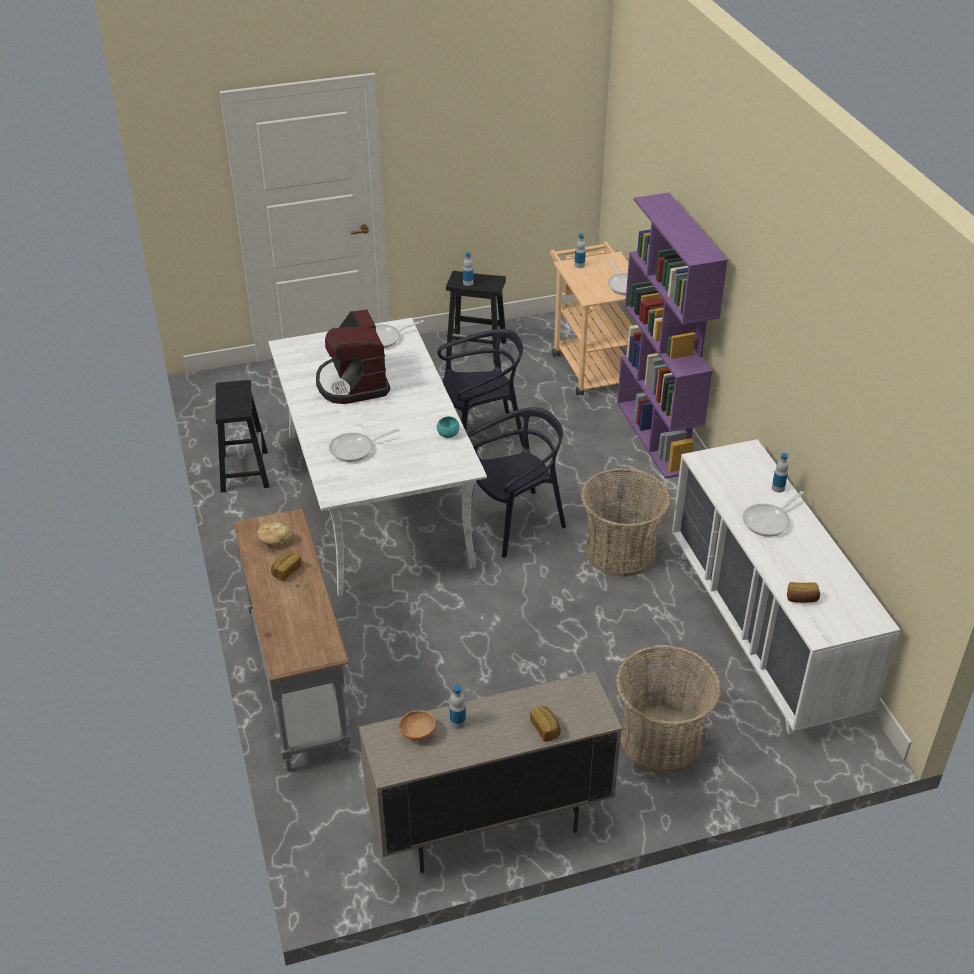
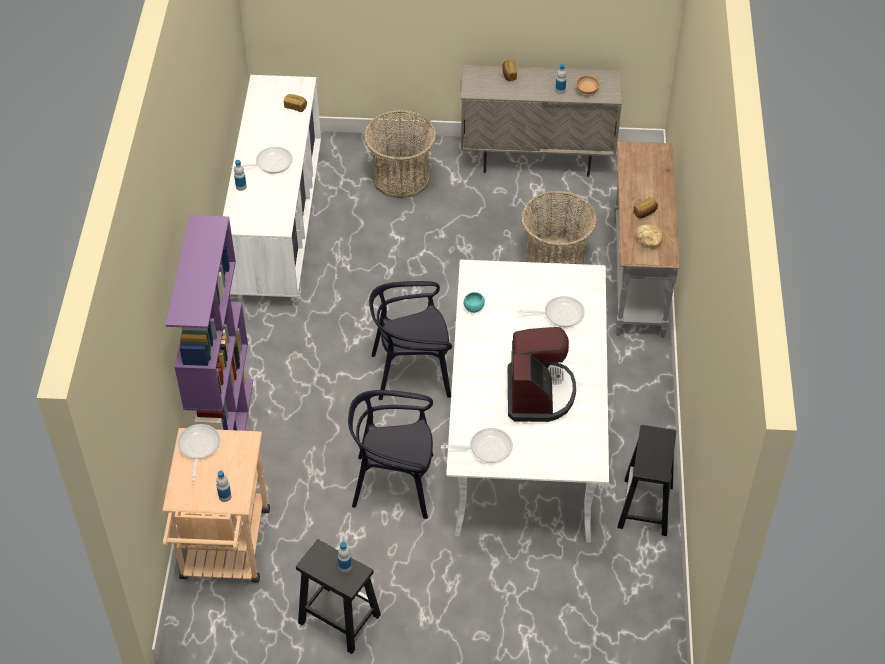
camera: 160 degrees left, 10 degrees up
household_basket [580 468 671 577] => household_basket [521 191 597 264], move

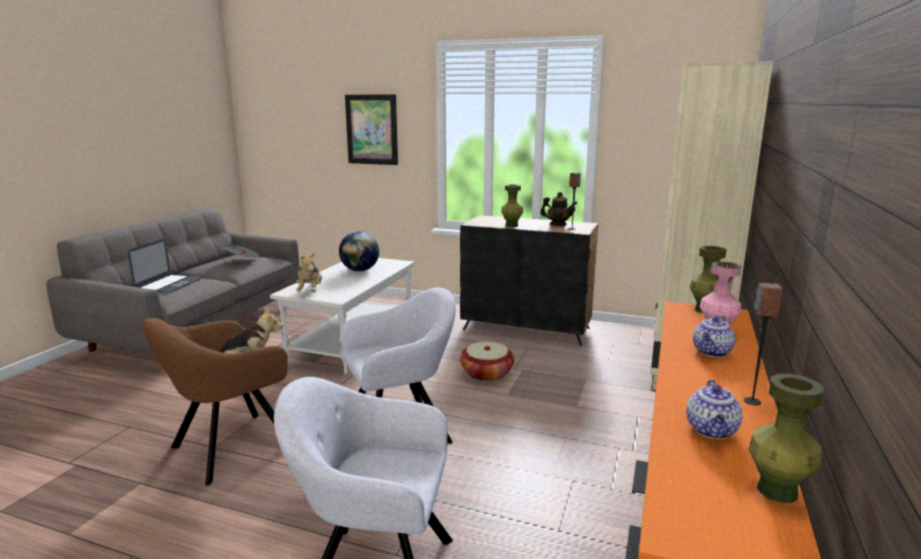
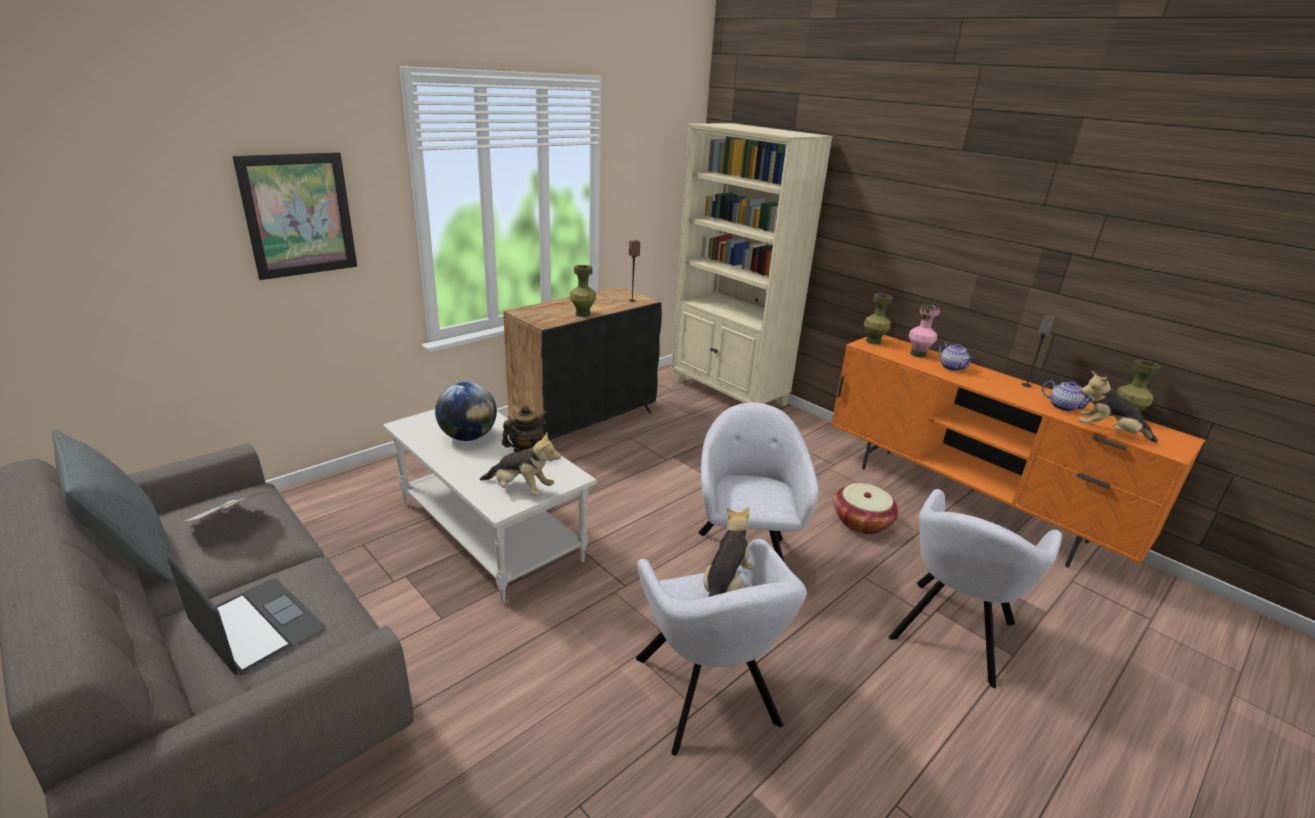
camera: 65 degrees left, 10 degrees up
tea_pot [540 192 578 226] => tea_pot [502 405 548 452], move
brown_easy_chair [142 318 288 486] => grey_easy_chair [636 539 807 756]
household_basket [460 342 514 382] => household_basket [833 483 899 534], move
nothing => cuddly_toy [1078 371 1157 442]
nothing => grey_cushion [52 429 175 582]

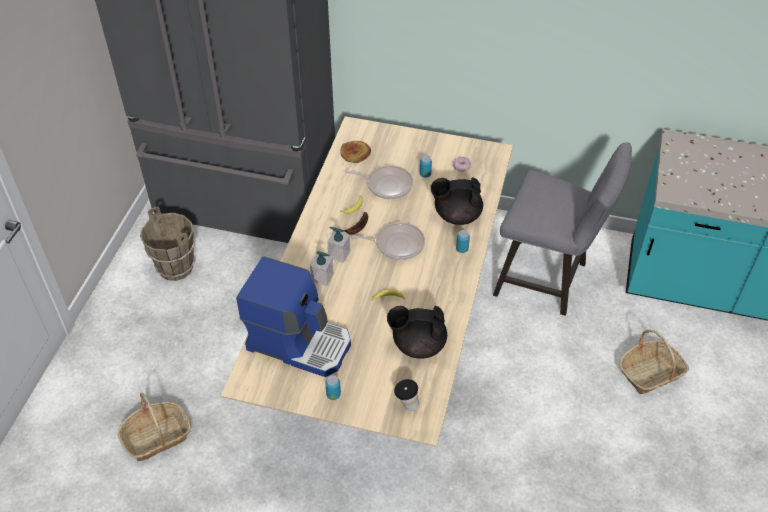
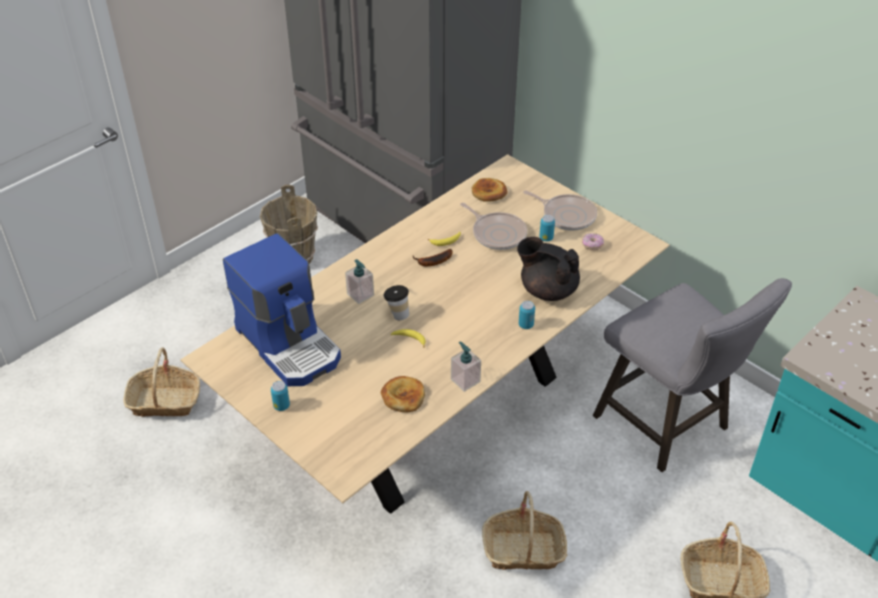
camera: 30 degrees right, 5 degrees down
frying_pan [351 222 425 260] => frying_pan [523 190 597 231], move
liquid_soap_bottle [327 227 350 263] => liquid_soap_bottle [451 342 481 392], move
black-coloured_tea_pot [387 306 447 358] => baked_bread [381 376 425 413]
small_cup [394 379 419 411] => small_cup [383 285 409 320], move
nothing => household_basket [482 491 567 570]

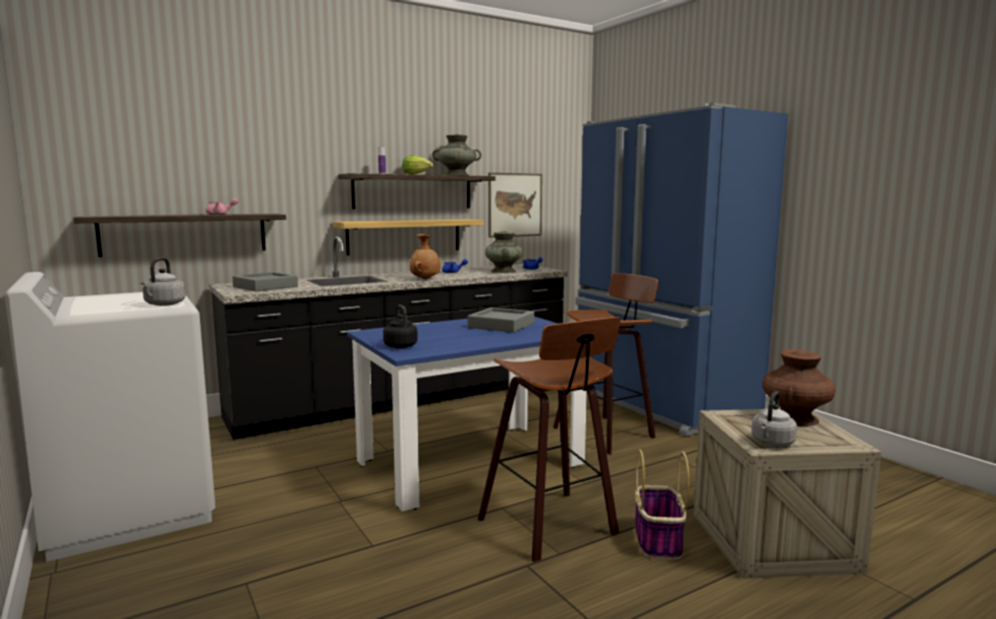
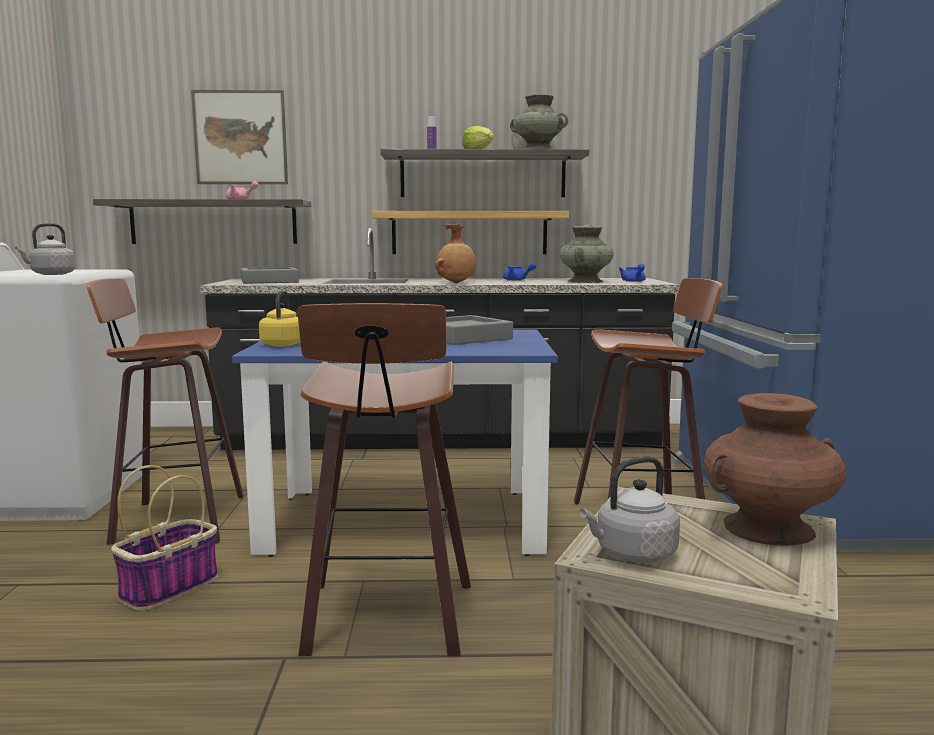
camera: 30 degrees right, 0 degrees up
picture [488 173 542 238] => picture [191 90 288 184], move
black-coloured_tea_kettle [383 305 418 348] => yellowish_tea_kettle [259 291 300 347]
household_basket [635 449 689 560] => household_basket [111 465 218 611], move
nothing => sitting_stool [86 278 244 545]

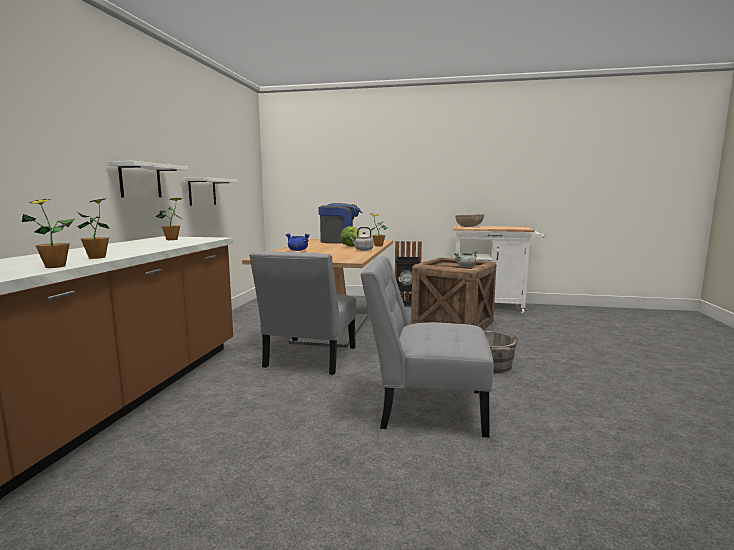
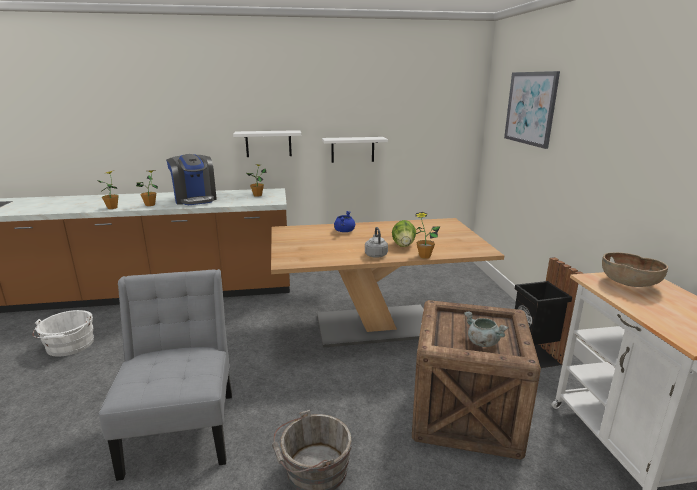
camera: 70 degrees right, 10 degrees up
coffee_maker [318 203 363 244] => coffee_maker [166 154 217 205], move
grey_plain_chair [249 251 356 375] => nothing
nothing => picture [504 71 560 149]
nothing => white_bucket [32 310 94 357]

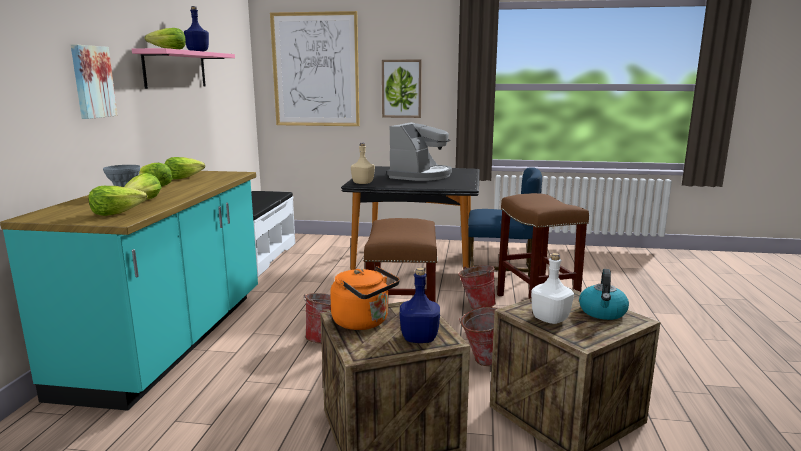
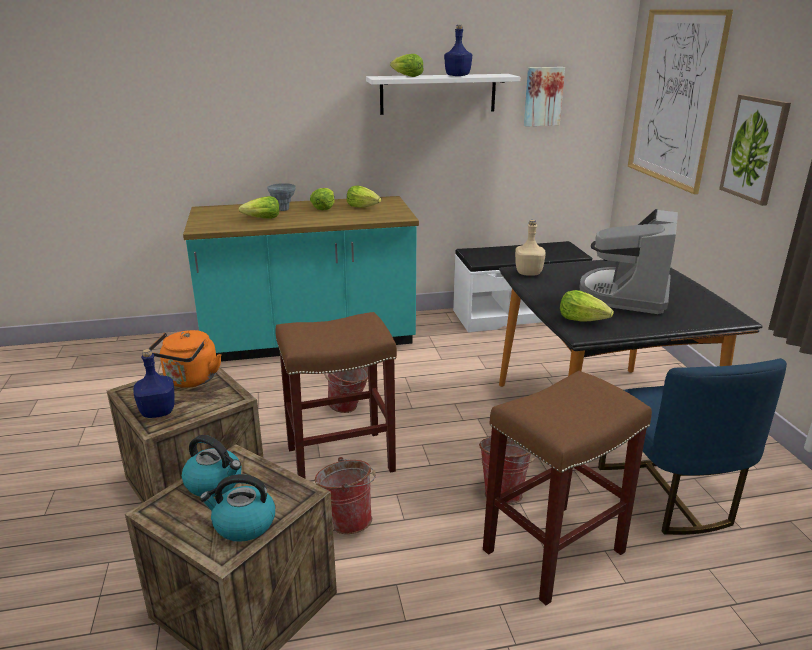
camera: 70 degrees right, 10 degrees up
picture [71 44 118 119] => picture [524 67 565 126], move
pink-coloured_shelf [132 48 235 89] => white_shelf [366 74 520 115]
coffee_maker [387 122 452 181] => coffee_maker [579 209 678 314], 105 degrees clockwise
lettuce [88 186 147 216] => lettuce [560 290 614 322], move
white_drink_bottle [531 253 574 324] => tea_kettle [182 435 241 497]

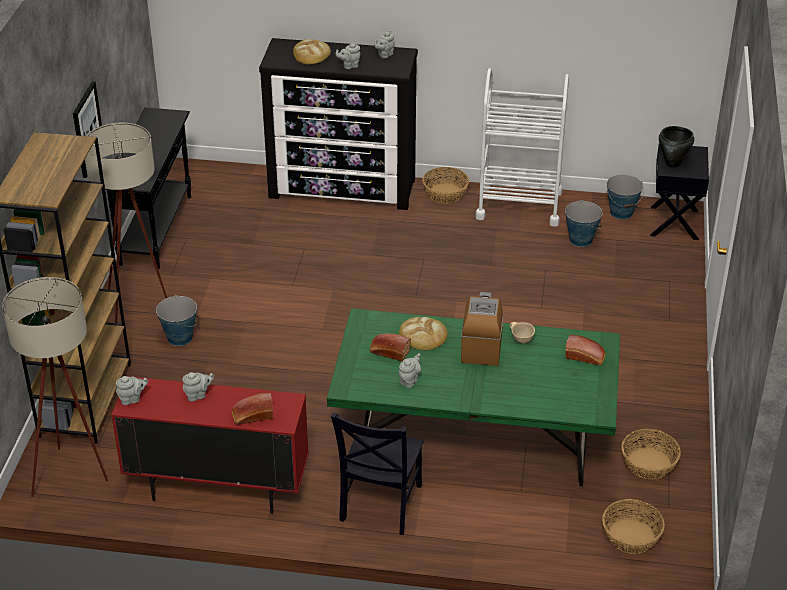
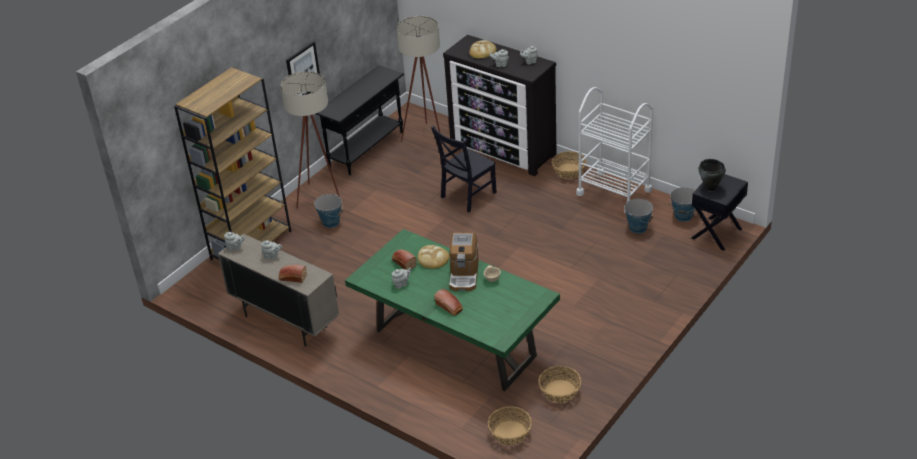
camera: 30 degrees right, 0 degrees up
beige_standard_lamp [2 277 108 497] => beige_standard_lamp [396 16 442 143], move
coffee_maker [461 292 503 366] => coffee_maker [449 233 479 291], 150 degrees clockwise
baked_bread [565 335 606 365] => baked_bread [434 289 463 316], move
reddish_storage_cabinet [111 376 309 514] => beige_storage_cabinet [218 233 339 347]
black-coloured_plain_chair [331 412 424 535] => black-coloured_plain_chair [431 126 497 212], move

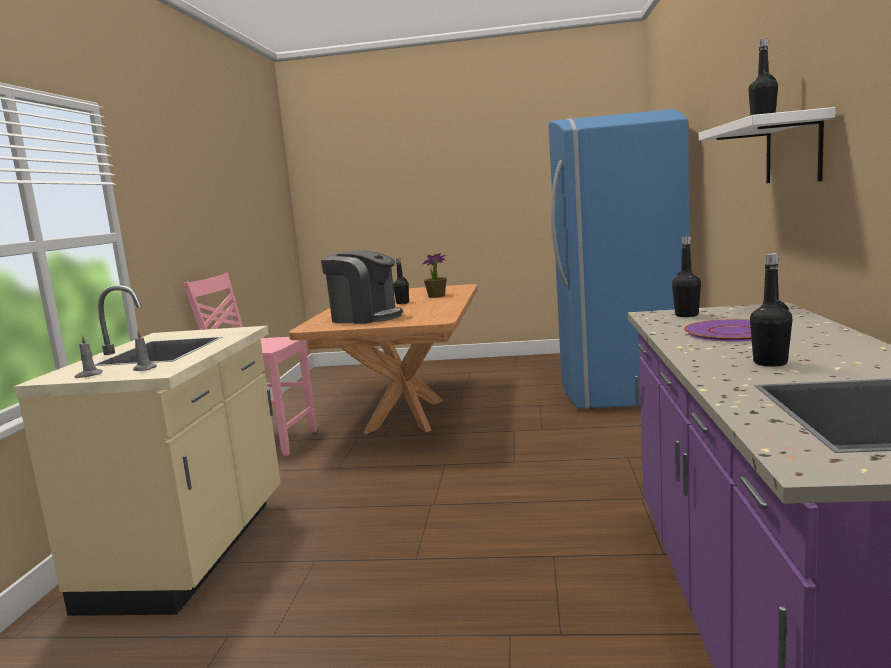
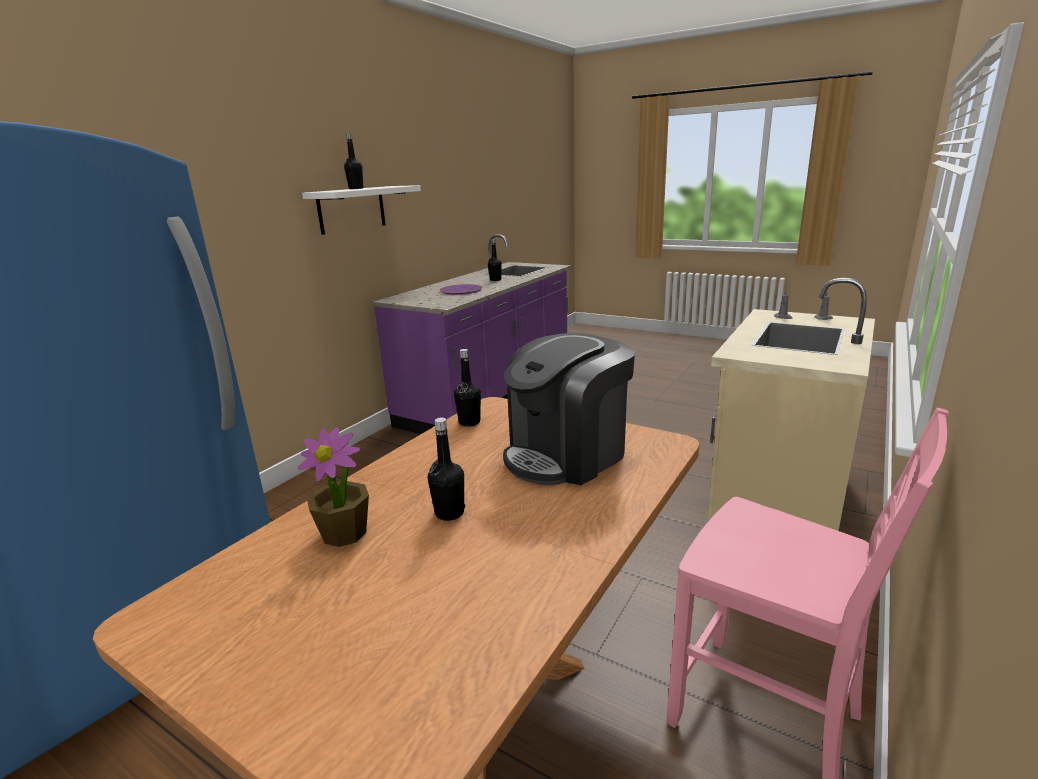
camera: 155 degrees left, 10 degrees up
black-coloured_drink_bottle [672 236 701 317] => black-coloured_drink_bottle [454 349 481 426], move
coffee_maker [321 251 403 324] => coffee_maker [503 333 635 485], 90 degrees counterclockwise

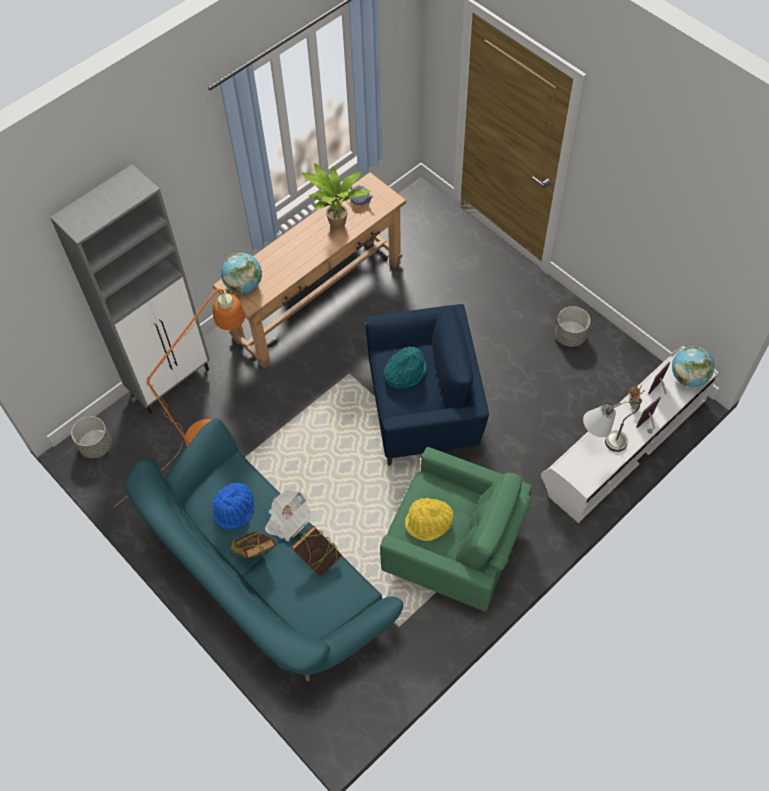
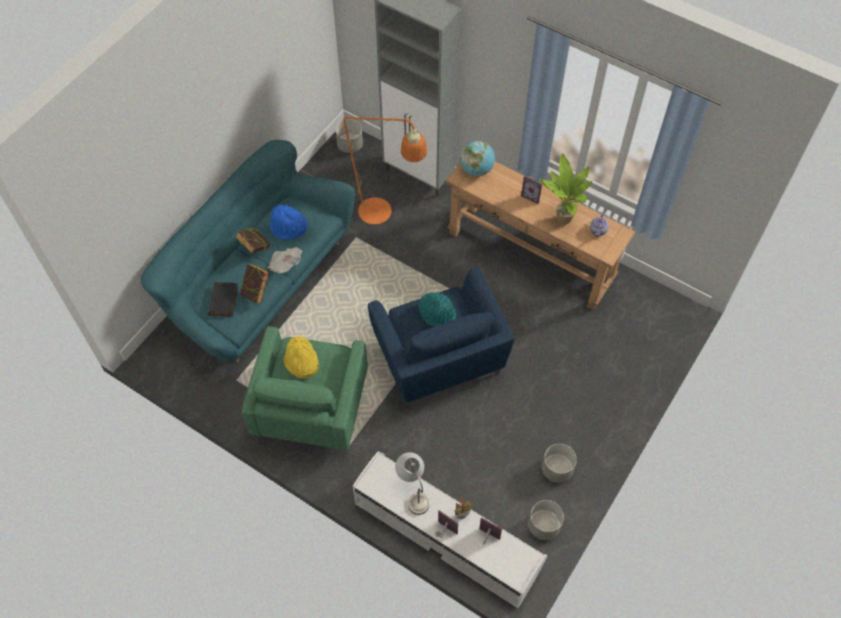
camera: 75 degrees right, 0 degrees up
desk_globe [672 346 714 387] => nothing
nothing => photo_frame [521 176 542 204]
nothing => black-coloured_volume [208 282 238 316]
nothing => grey_planter [528 500 564 540]

